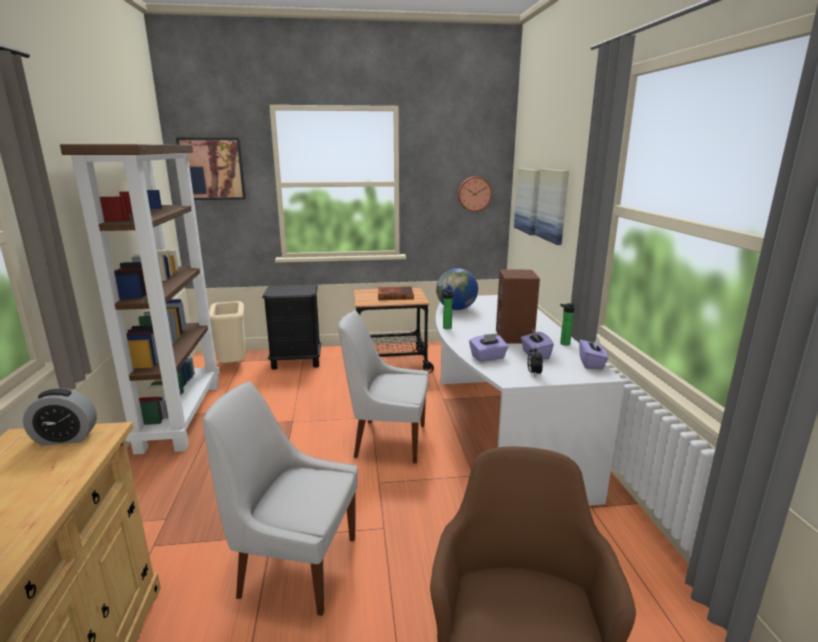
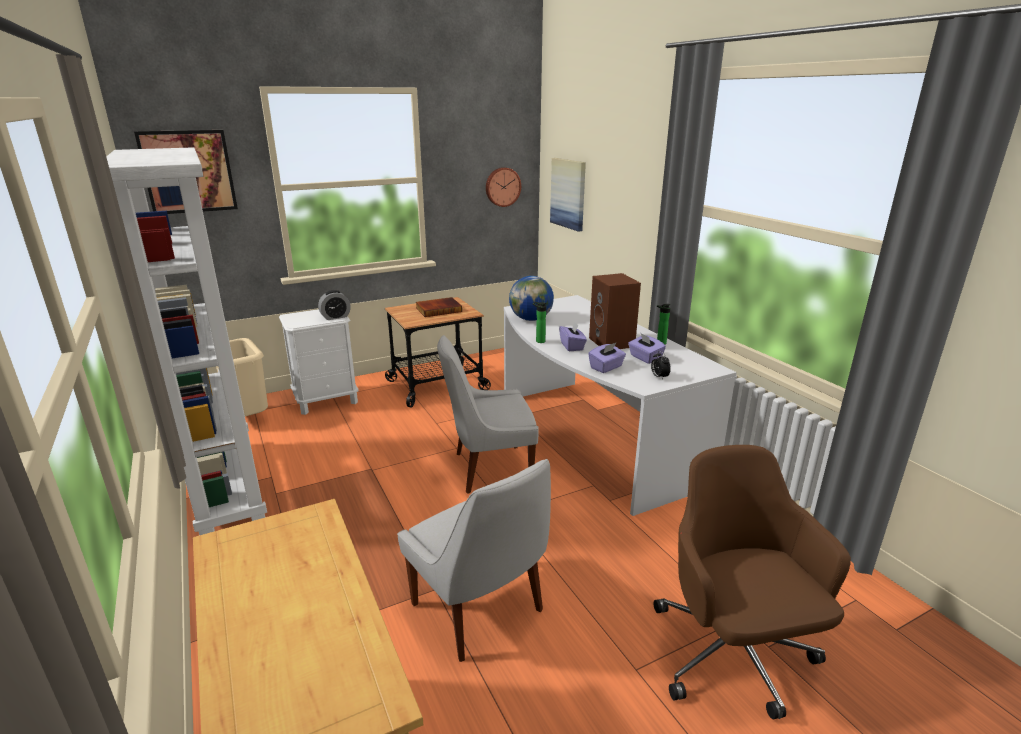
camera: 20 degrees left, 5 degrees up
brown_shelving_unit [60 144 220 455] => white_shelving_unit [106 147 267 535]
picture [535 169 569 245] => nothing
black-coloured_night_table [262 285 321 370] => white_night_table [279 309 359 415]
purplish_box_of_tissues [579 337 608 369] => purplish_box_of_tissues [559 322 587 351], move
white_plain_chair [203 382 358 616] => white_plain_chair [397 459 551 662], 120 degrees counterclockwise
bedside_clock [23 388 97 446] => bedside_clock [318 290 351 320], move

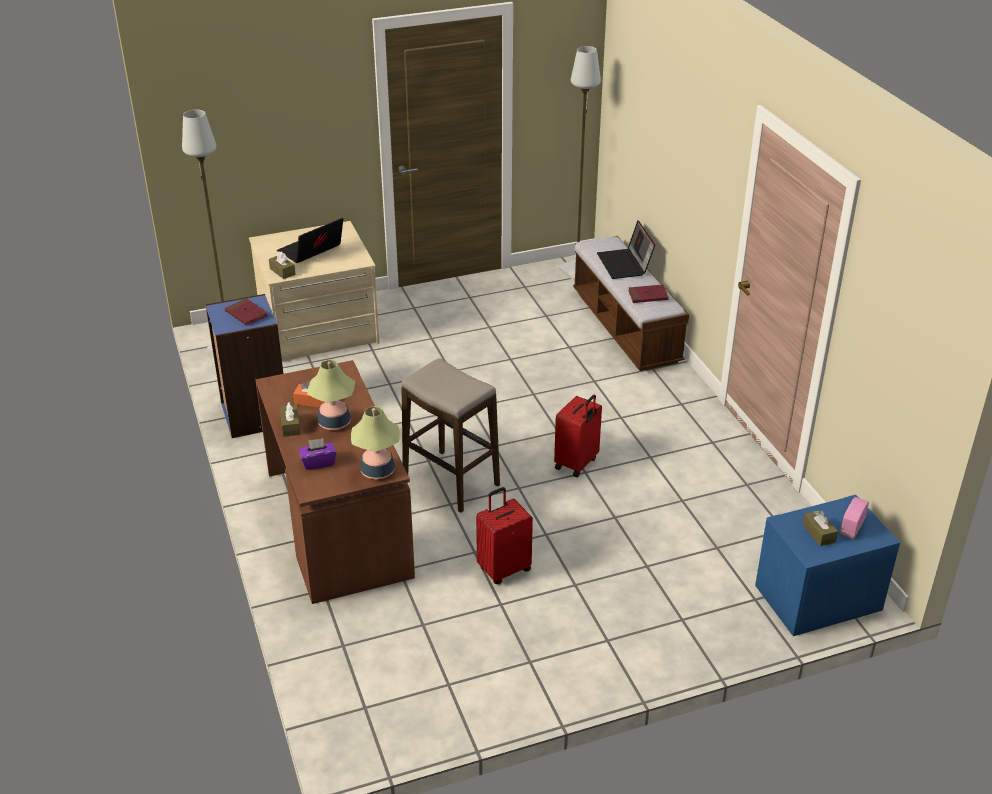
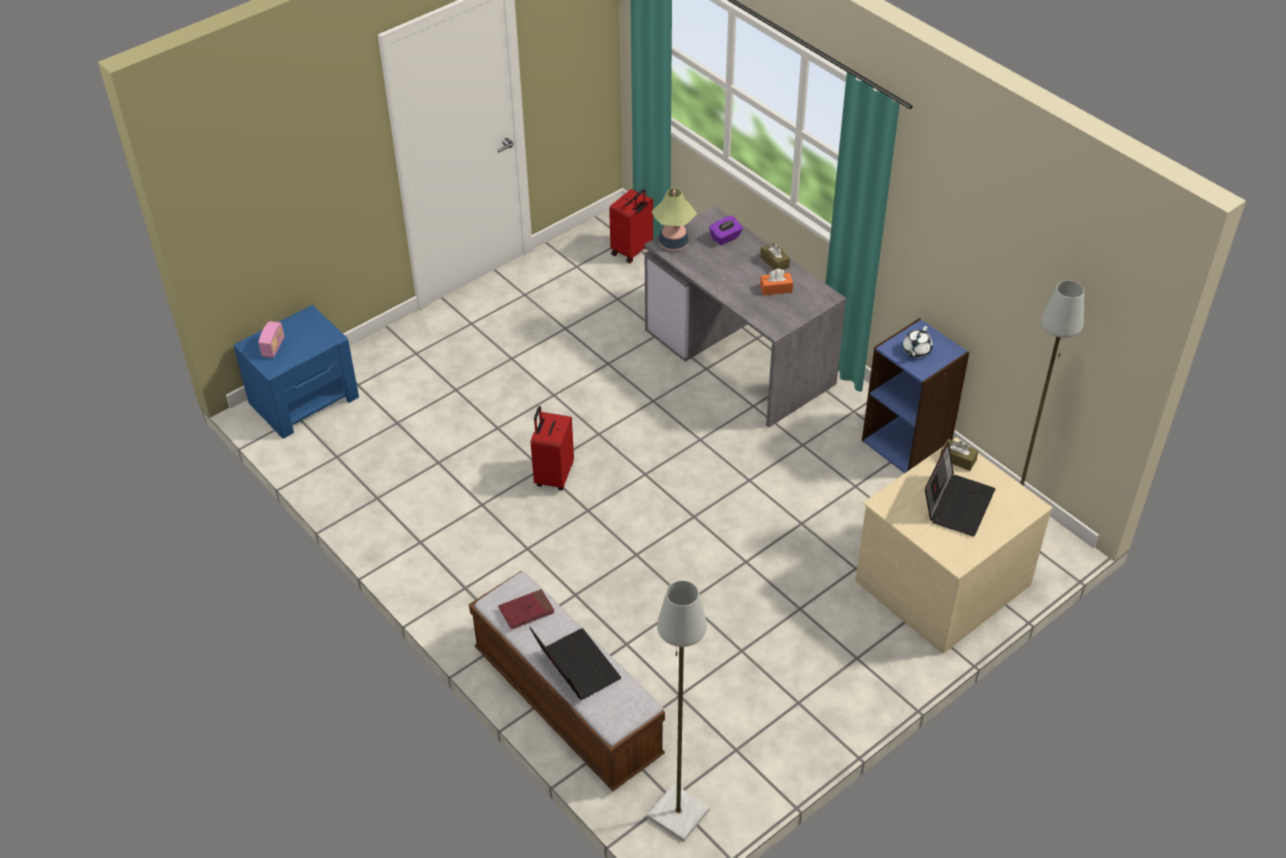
camera: 160 degrees right, 10 degrees up
reddish_volume [225 298 268 326] => white_tea_pot [902 326 933 358]
sitting_stool [402 358 500 513] => nothing
brown_desk_unit [255 360 415 604] => grey_desk_unit [644 206 846 427]
lamp_for_a_table [307 360 355 430] => nothing
reddish_travel_case [476 487 533 584] => reddish_travel_case [609 189 653 263], move
brown_box_of_tissues [803 510 838 546] => nothing

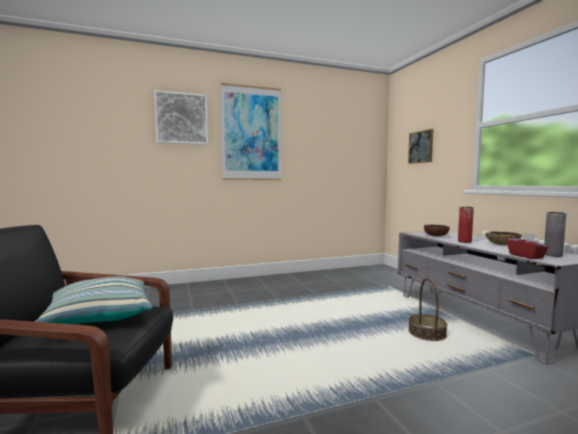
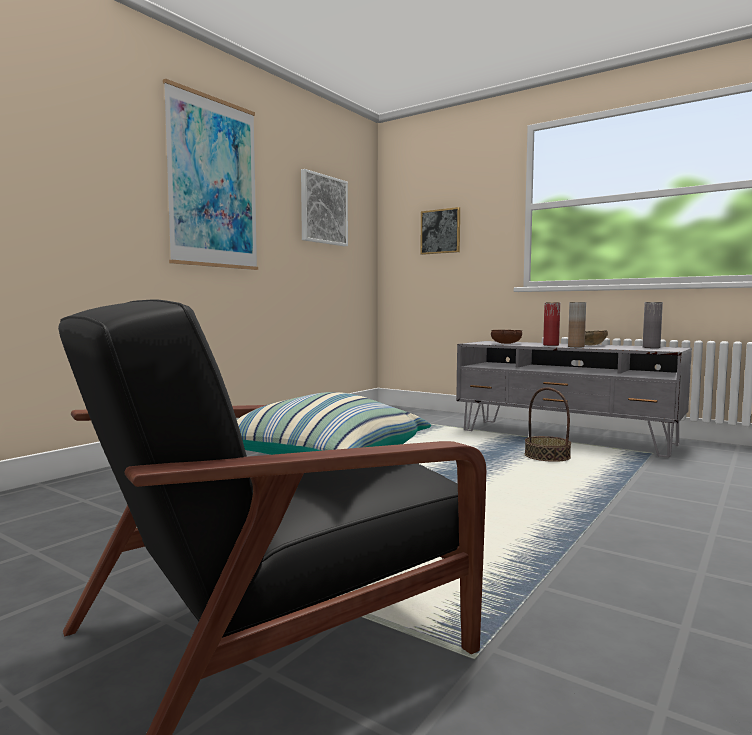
camera: 35 degrees left, 0 degrees up
picture [154 90 208 145] => picture [301 169 348 246], move
reddish_box_of_tissues [507 232 549 259] => nothing
nothing => brown_flower_vase [568 302 586 347]

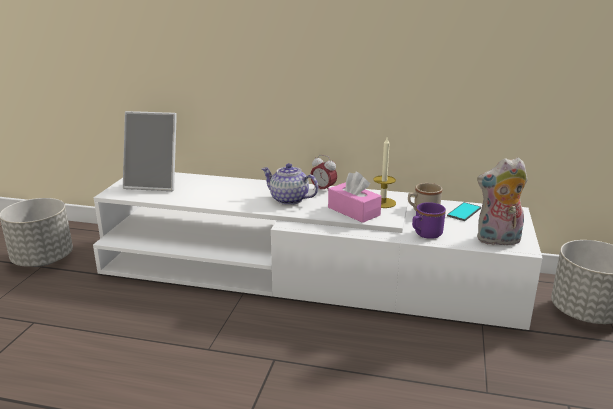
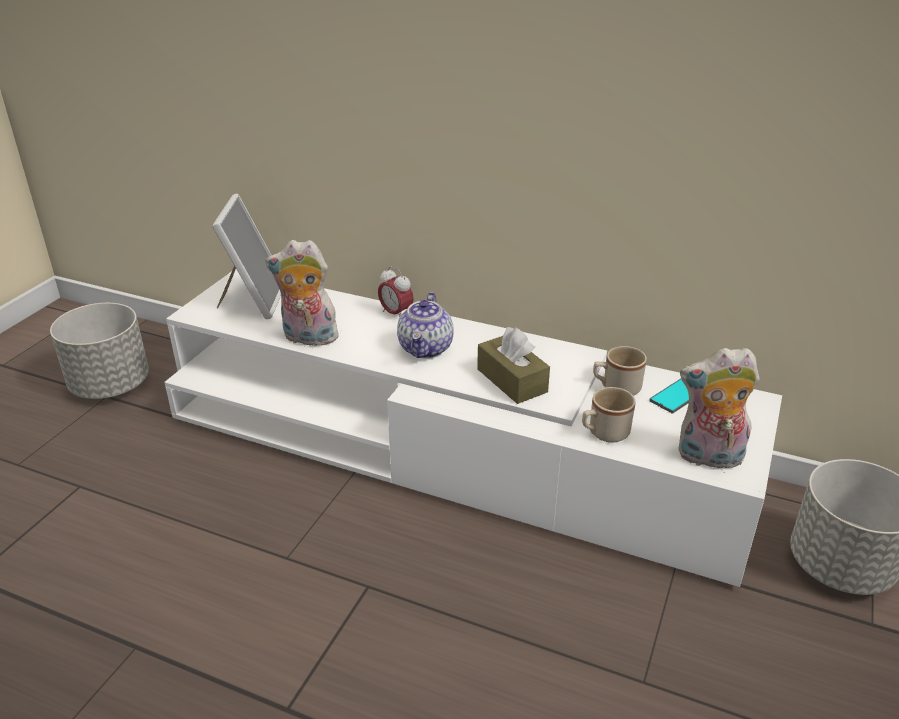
camera: 10 degrees right, 10 degrees up
photo_frame [123 111 177 191] => photo_frame [212 194 281 319], 105 degrees counterclockwise
candle [374 138 396 208] => nothing
bedside_clock [311 155 337 190] => bedside_clock [378 266 414 317], move
tea_pot [261 163 319 205] => tea_pot [397 292 454 358], 120 degrees counterclockwise
pink-coloured_box_of_tissues [328 172 382 223] => brown_box_of_tissues [477 327 550 404]
purplish_mug [412 202 446 239] => beige_mug [582 387 636 442]
nothing => cuddly_toy [265 240 344 346]

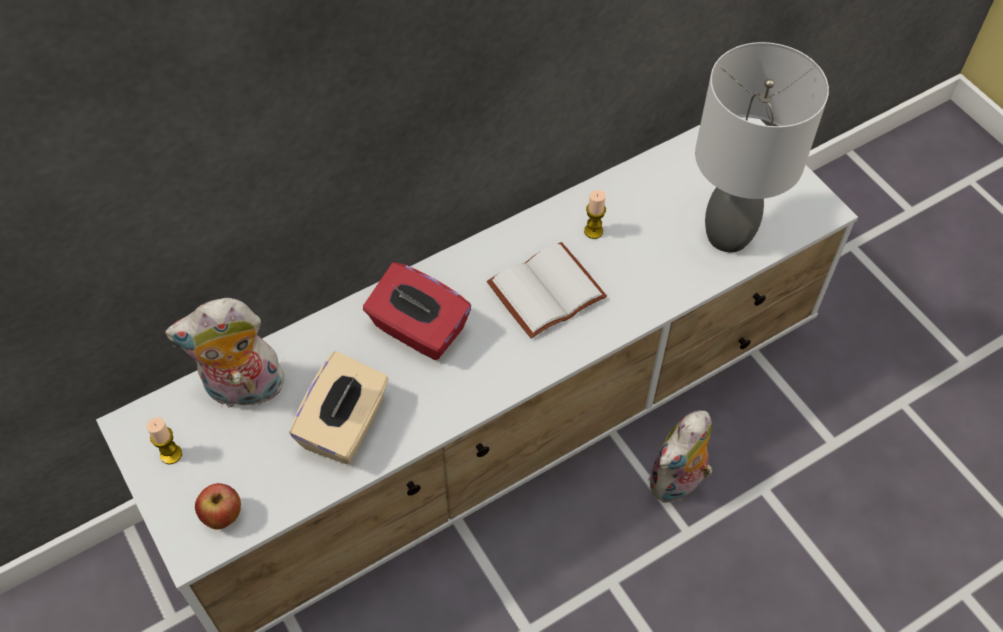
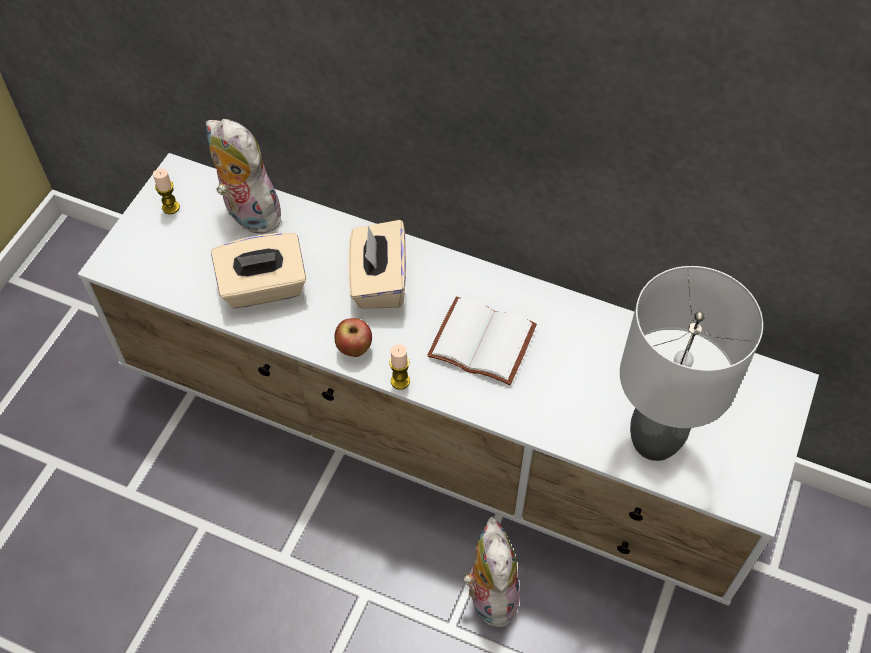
camera: 55 degrees right, 0 degrees up
candle [584 190 606 239] => candle [389 344 410 390], move
reddish_box_of_tissues [363 262 471 360] => beige_box_of_tissues [348 220 406 309]
cuddly_toy [648 411 712 503] => cuddly_toy [463 517 520 628], 75 degrees clockwise
whole_apple [195 483 241 529] => whole_apple [334 318 372 357], move

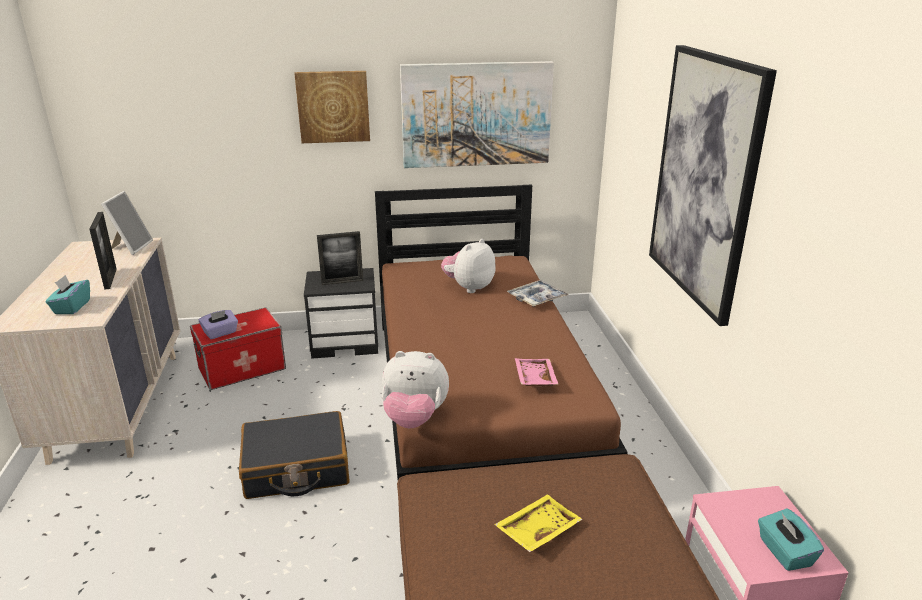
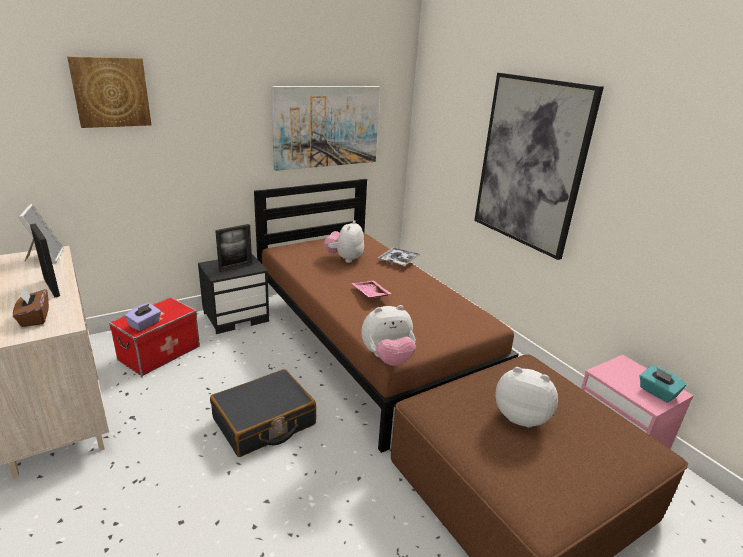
camera: 25 degrees left, 0 degrees up
picture [294 71 370 143] => picture [67 56 151 128], move
blue-green_box_of_tissues [45 275 90 314] => brown_box_of_tissues [13 287 49 327]
pink-coloured_tray [515 358 559 386] => pink-coloured_tray [352 281 392 298], move
yellowish_tray [494 494 583 552] => cuddly_toy [495 367 558 428]

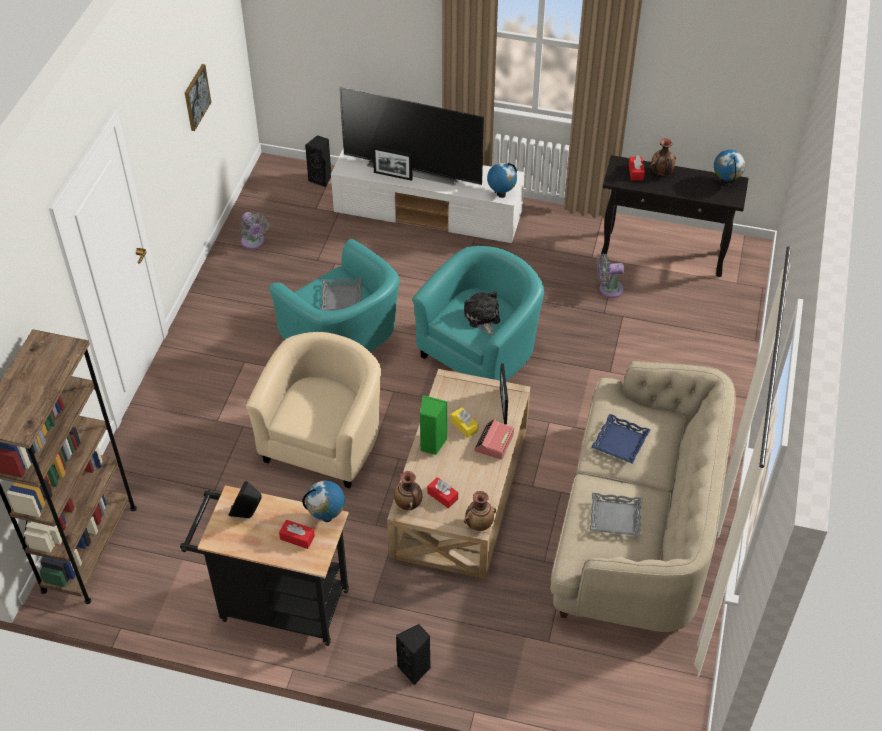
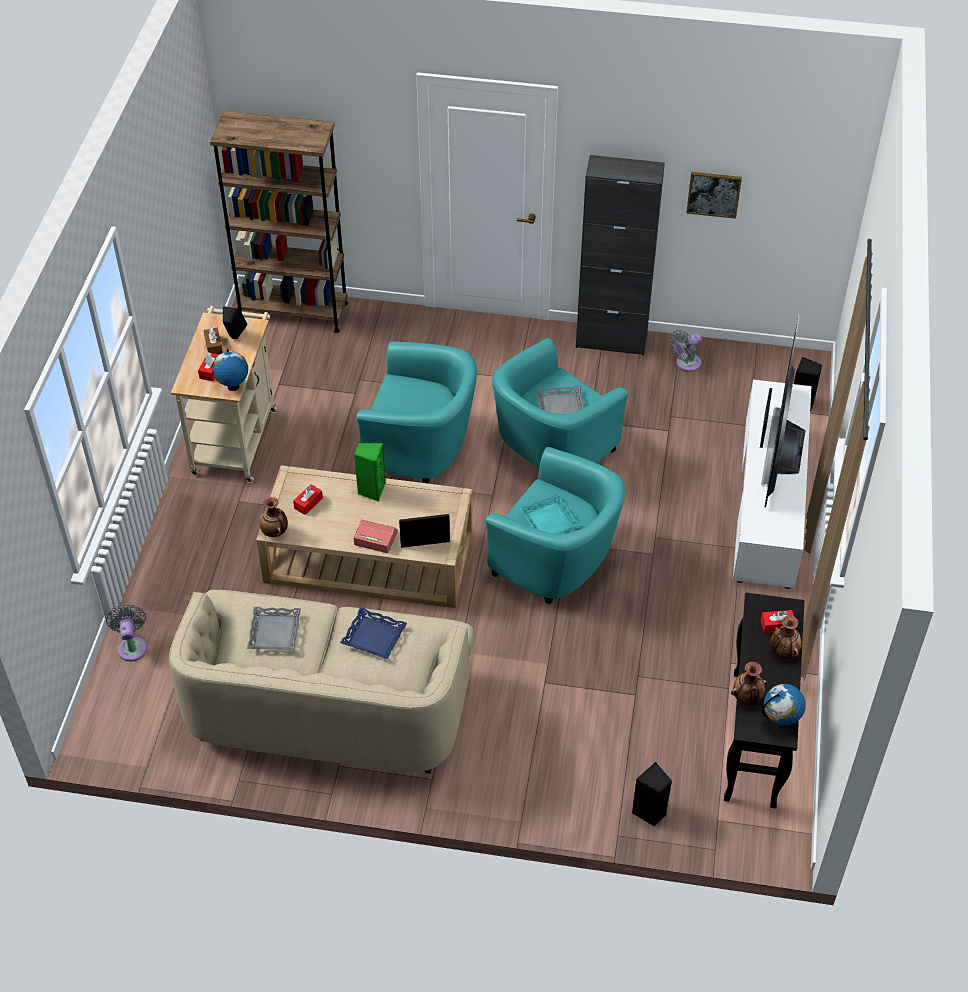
camera: 85 degrees right, 0 degrees up
desk_globe [487 163 517 198] => nothing
grey_cooling_fan [597 254 624 298] => grey_cooling_fan [106 604 147 661], move
cuddly_toy [464 291 500 336] => blue-green_tray [519 493 581 534]
beige_easy_chair [246 332 381 489] => blue-green_easy_chair [356 341 477 484]
yellowish_box_of_tissues [451 408 478 438] => nothing
flower_vase [394 471 422 510] => flower_vase [731 662 767 705], move
black-coloured_wheeled_cart [180 485 349 646] => beige_wheeled_cart [171 306 278 483]
black-coloured_speaker [396 624 431 685] => black-coloured_speaker [632 762 672 827], move
nothing => black-coloured_storage_cabinet [576 155 665 356]
nothing => brown_box_of_tissues [203 327 223 354]

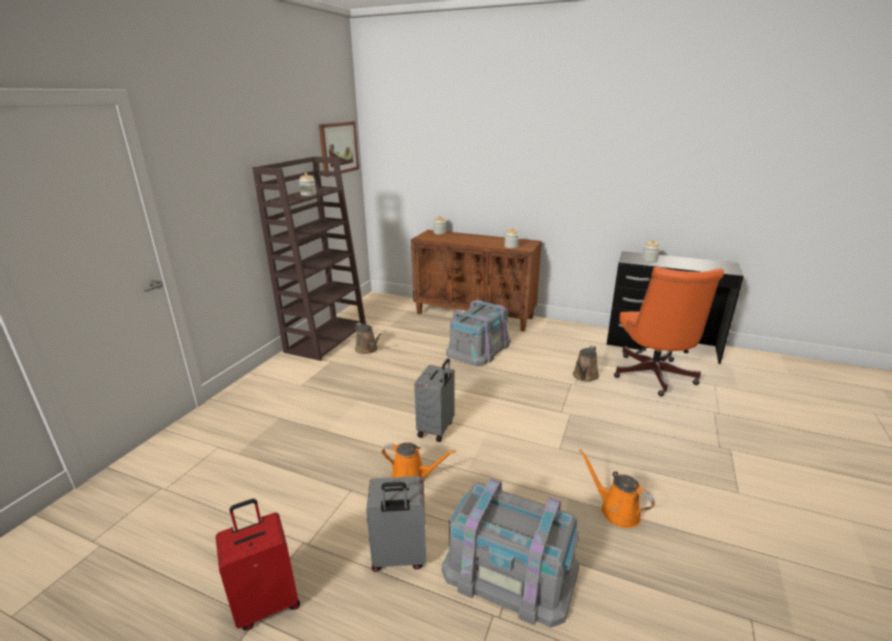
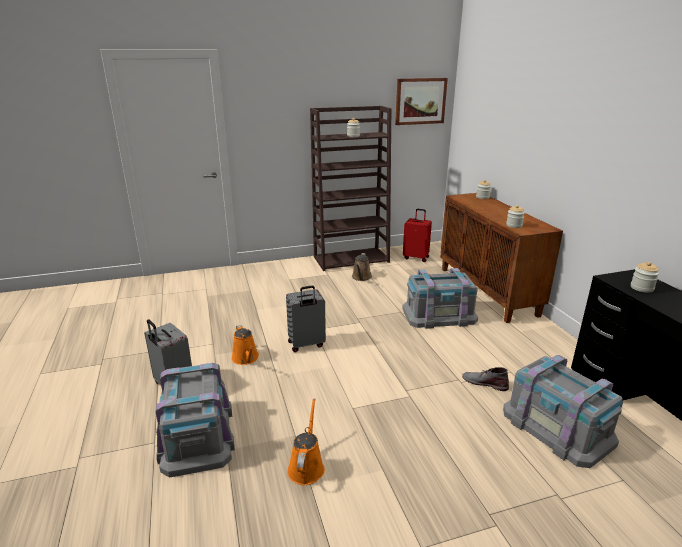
camera: 50 degrees right, 0 degrees up
orangey_computer_chair [614 267 724 396] => grey_storage_bin [503 355 623 468]
brown_watering_pot [573 346 599 382] => grey_boot [462 367 509 391]
reddish_travel_case [216 499 300 630] => reddish_travel_case [403 209 432 262], move

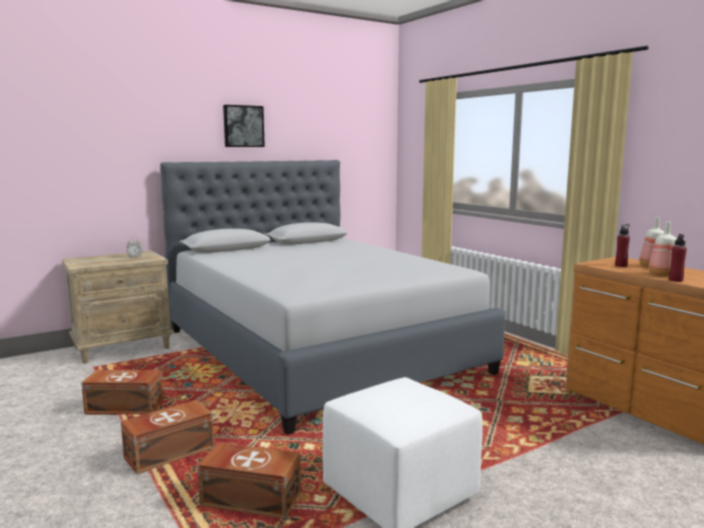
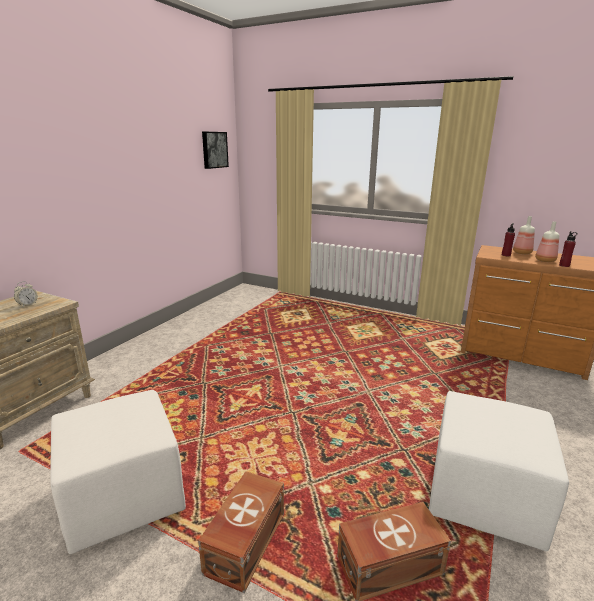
camera: 30 degrees left, 10 degrees up
picture [223 105 265 147] => picture [202 132 229 169], move
grey_sleeping_bed [160 160 505 435] => nothing
brown_storage_bin [81 370 163 415] => white_footrest [50 390 186 554]

